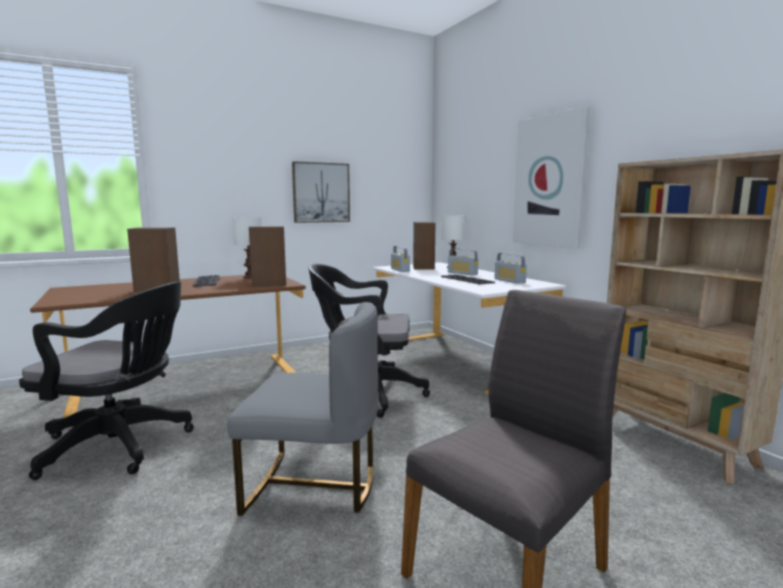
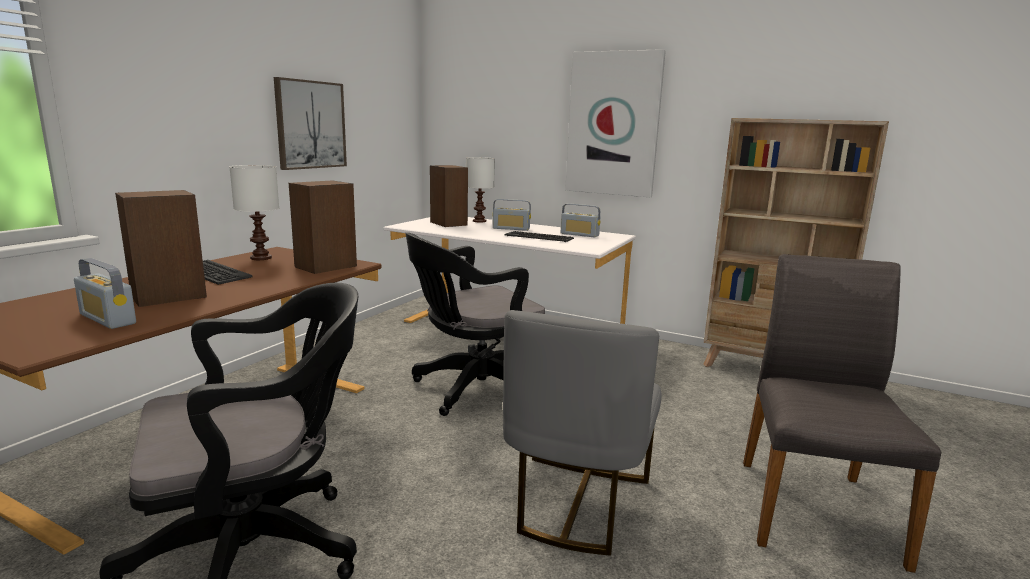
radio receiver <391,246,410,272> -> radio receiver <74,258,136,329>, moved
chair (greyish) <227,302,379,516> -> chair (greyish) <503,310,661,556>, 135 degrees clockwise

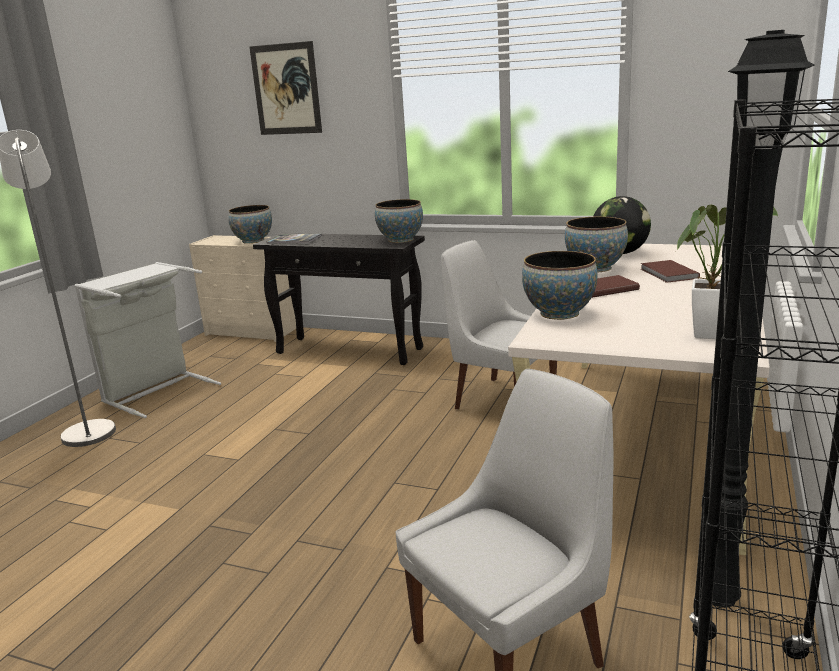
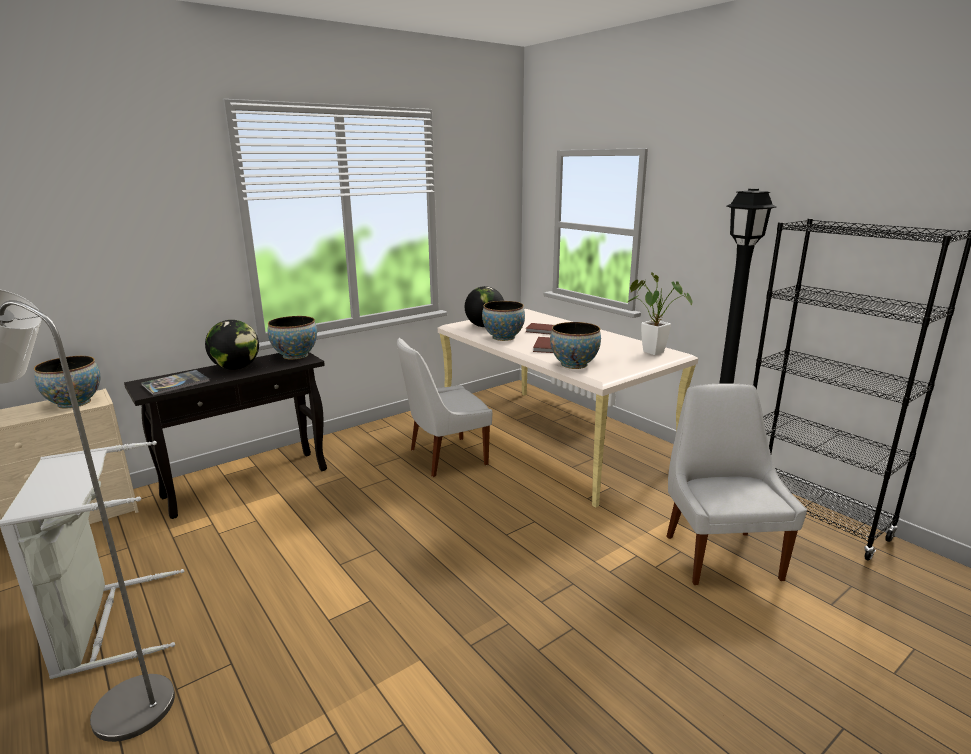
none -> desk globe <205,320,259,370>
picture <249,41,322,135> -> none

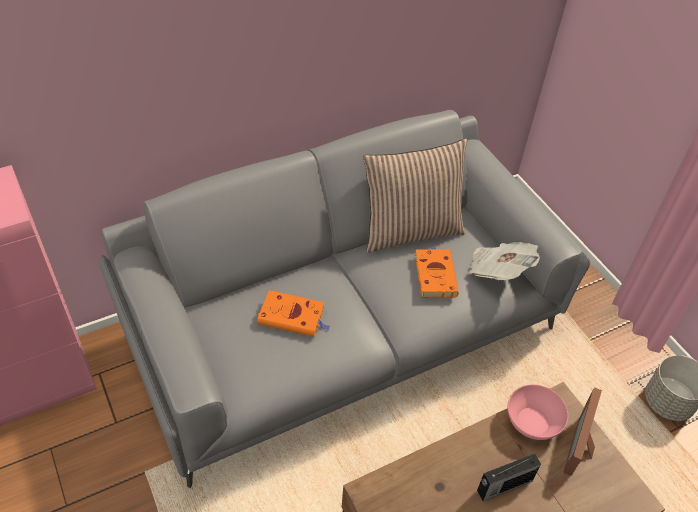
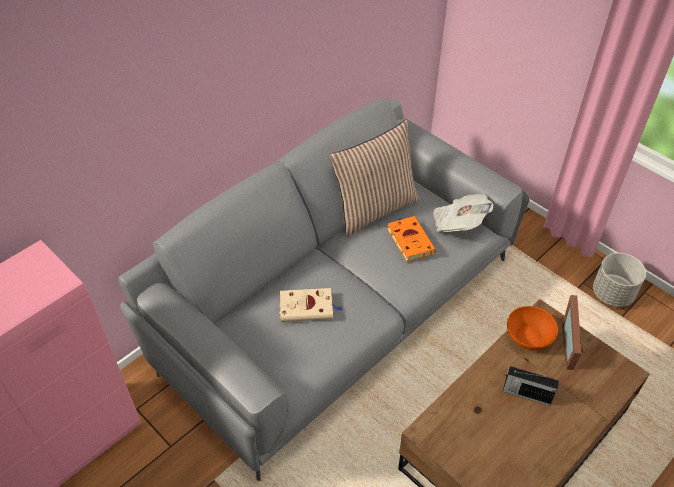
bound book (orange-coloured) <257,290,331,337> -> bound book (sand-coloured) <279,288,343,322>
radio receiver <477,454,541,501> -> radio receiver <503,366,559,406>, 60 degrees clockwise
deep dish (pink-coloured) <507,384,568,440> -> deep dish (orange-coloured) <507,306,558,350>

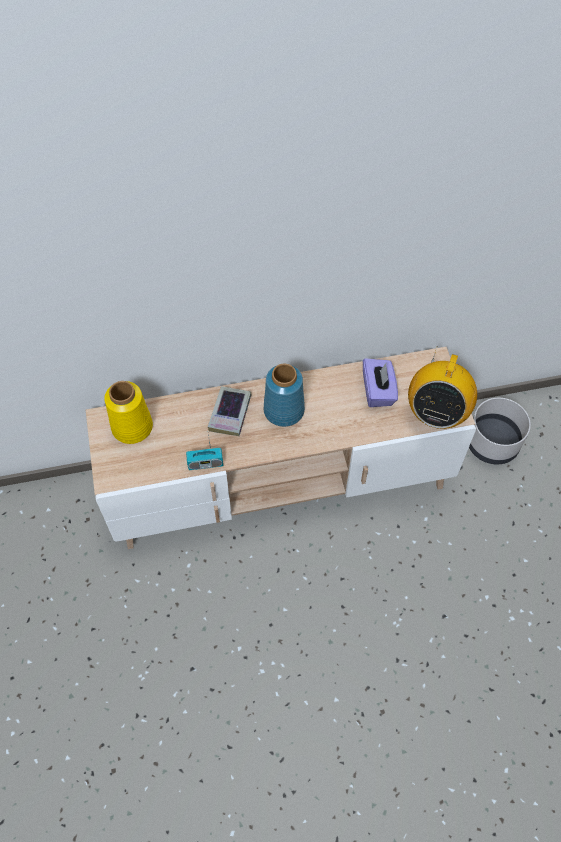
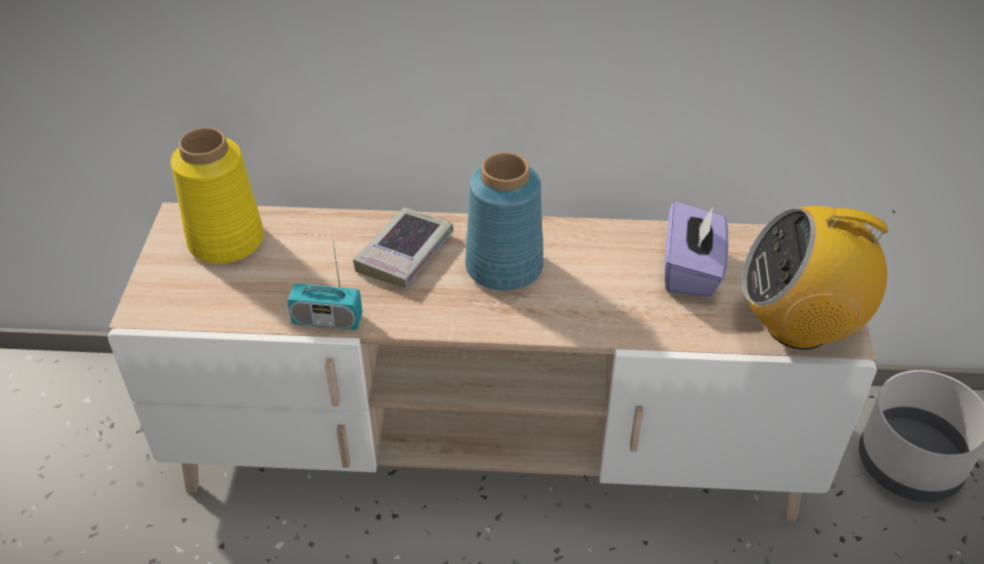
radio receiver <408,346,477,429> -> radio receiver <742,206,895,350>, 60 degrees clockwise

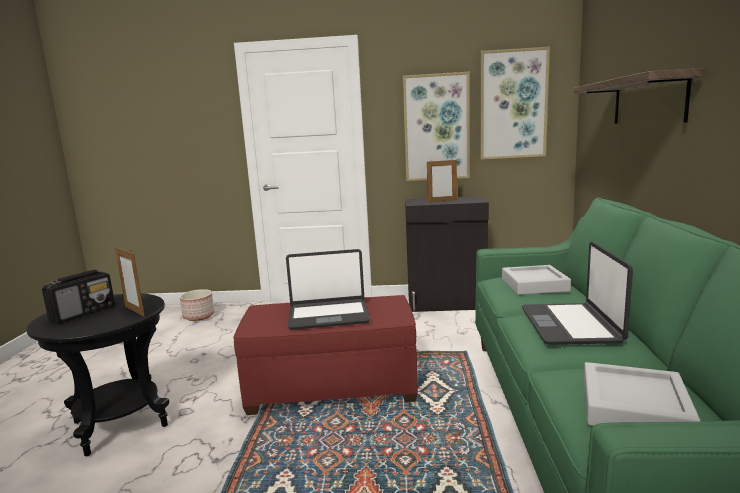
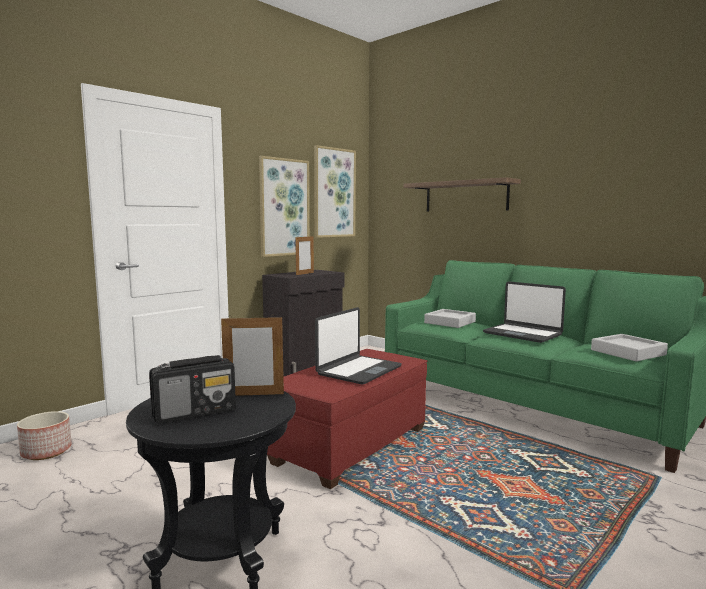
radio receiver <42,270,115,324> -> radio receiver <149,355,236,424>, 75 degrees clockwise

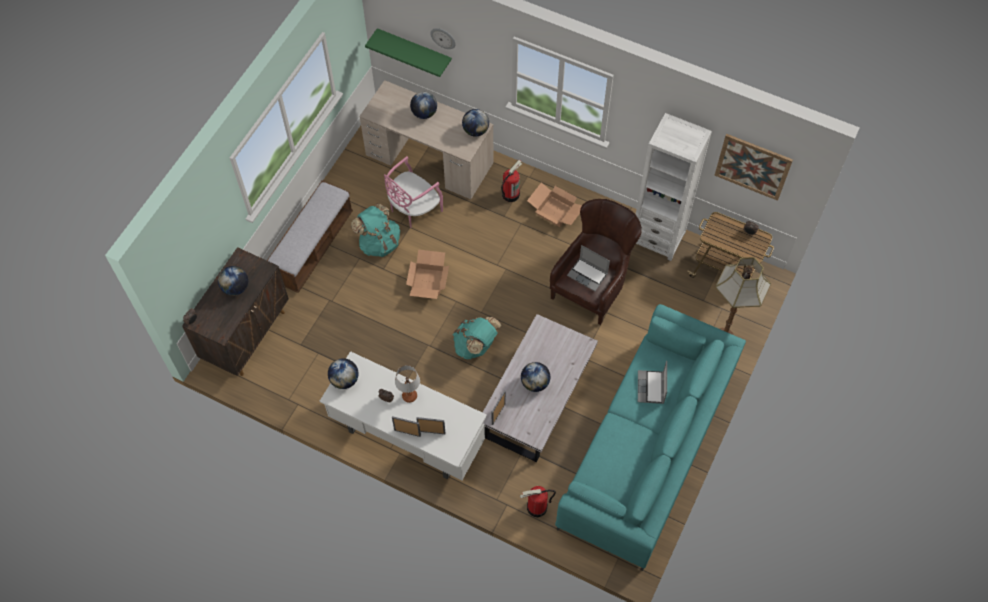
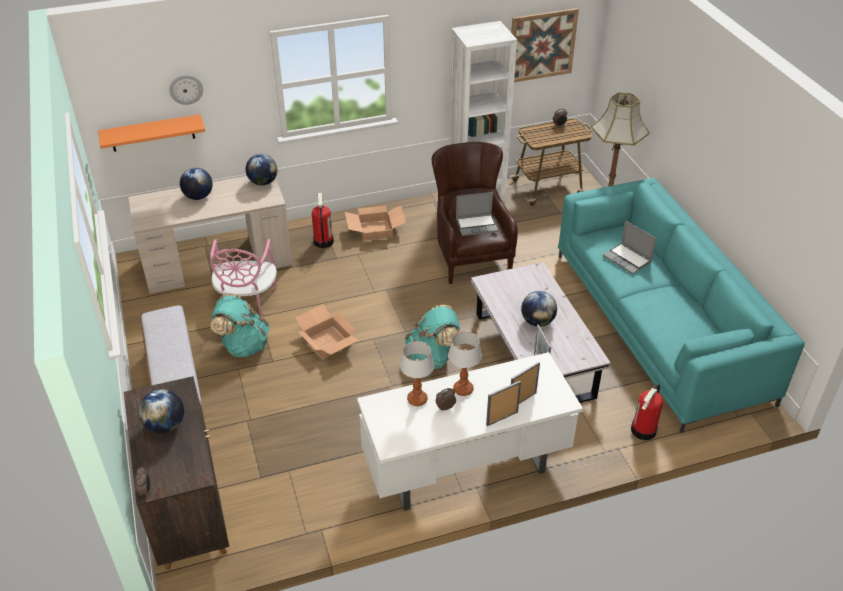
shelf (green-coloured) <365,28,452,77> -> shelf (orange-coloured) <98,114,205,152>
none -> lamp for a table <400,341,434,406>
desk globe <328,358,359,389> -> none

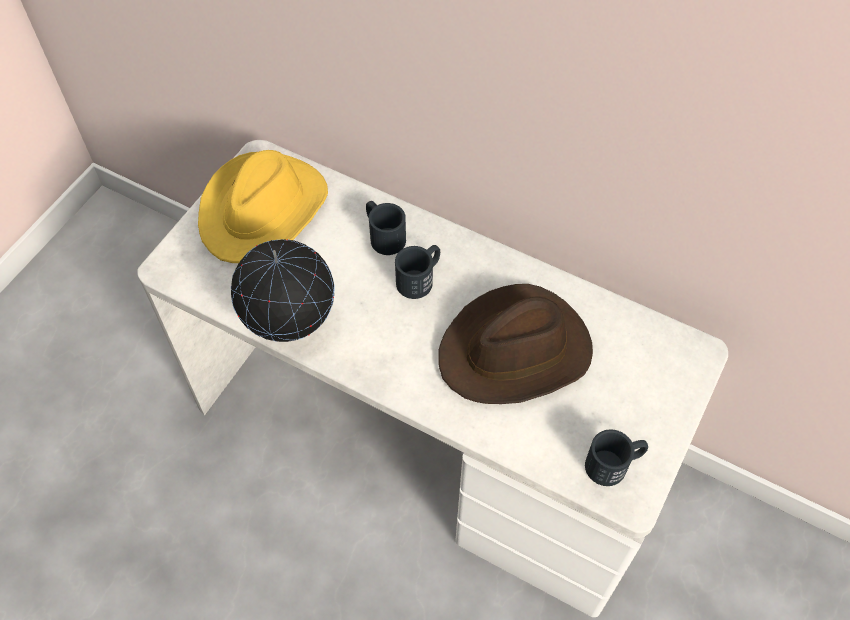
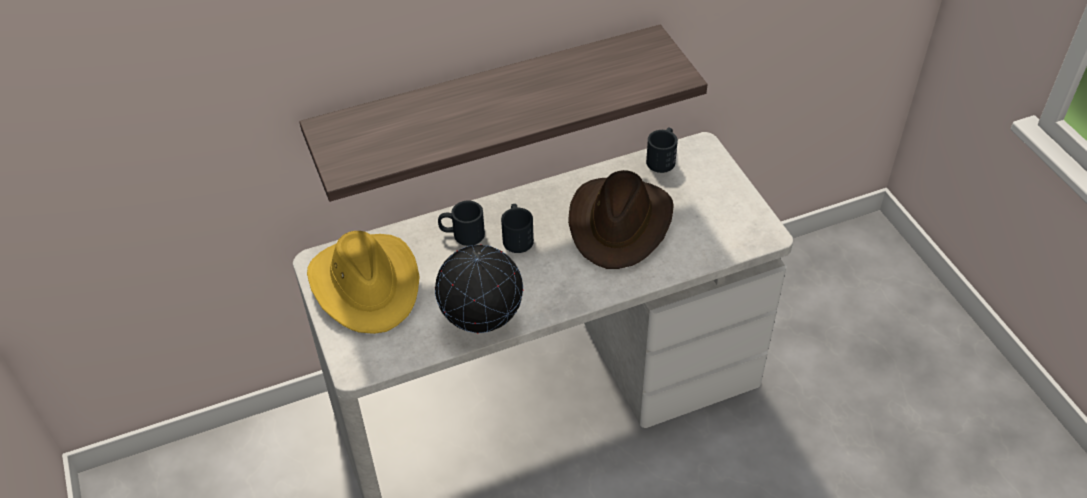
none -> shelf <299,25,708,202>
coffee mug (black) <585,429,648,486> -> coffee mug (black) <646,128,678,173>, moved

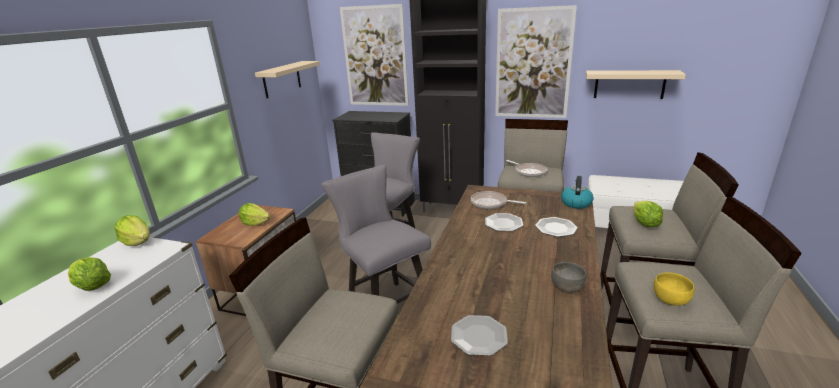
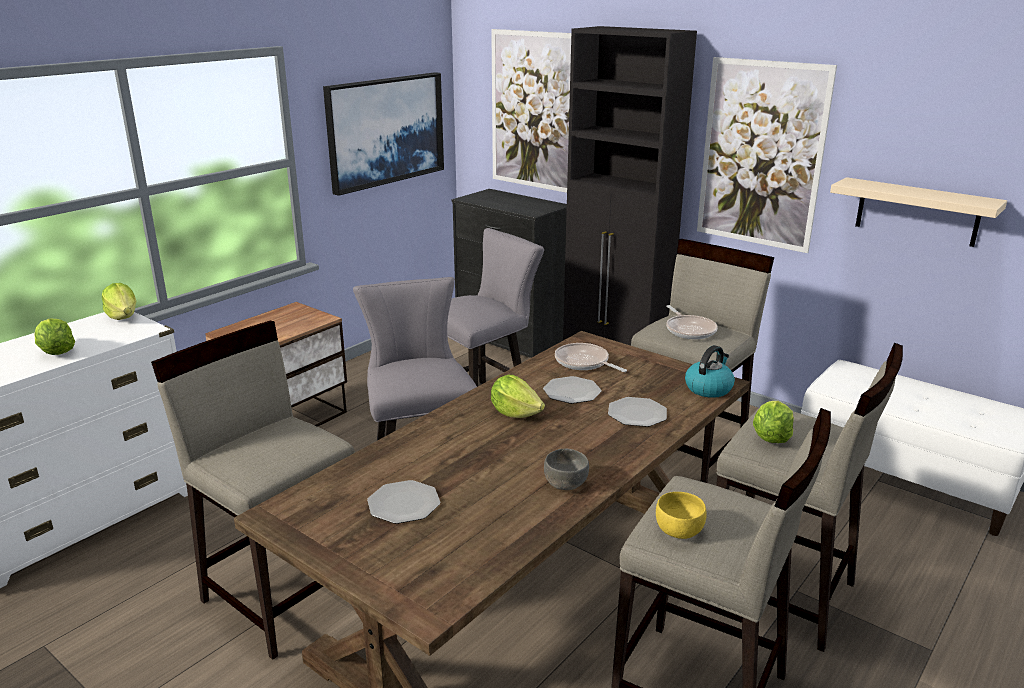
shelf (sand-coloured) <255,61,320,98> -> picture <323,72,444,196>
head of lettuce <239,203,271,226> -> head of lettuce <491,375,545,418>, moved

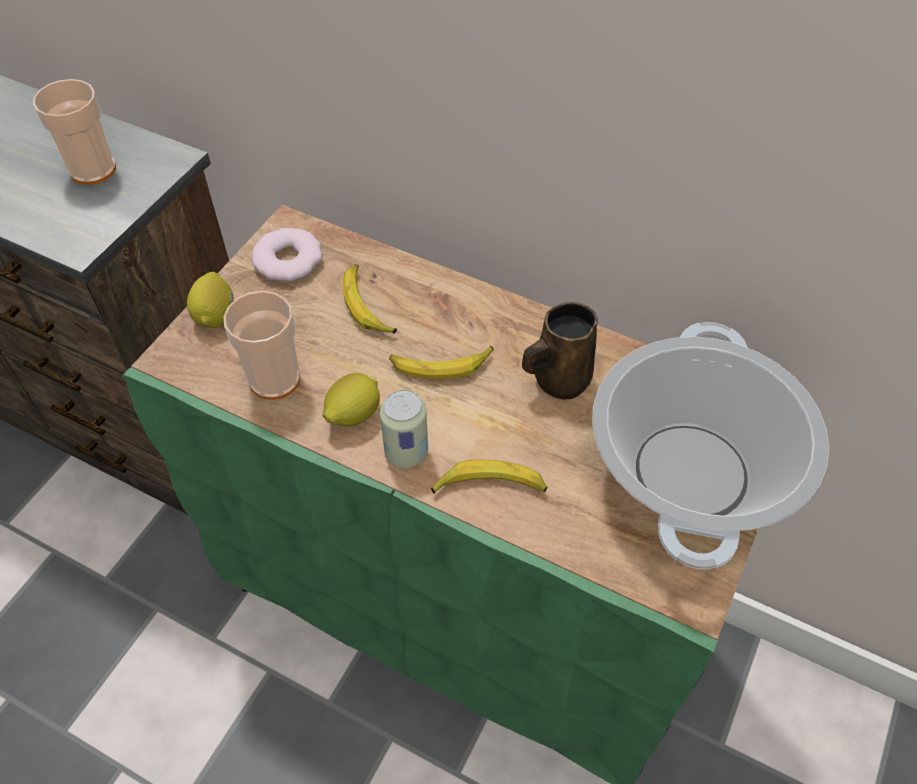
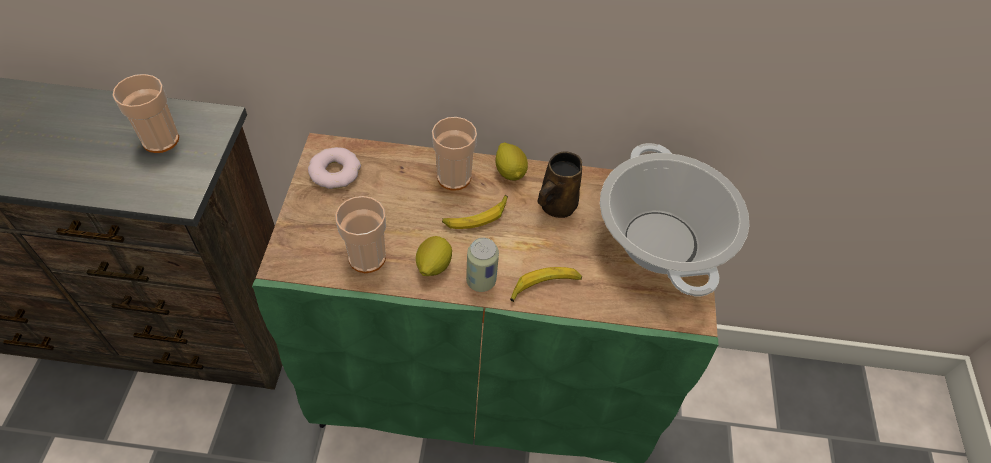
none -> small cup <432,117,477,191>
whole lemon <187,272,234,328> -> whole lemon <495,143,528,180>, moved
whole banana <343,264,397,334> -> none

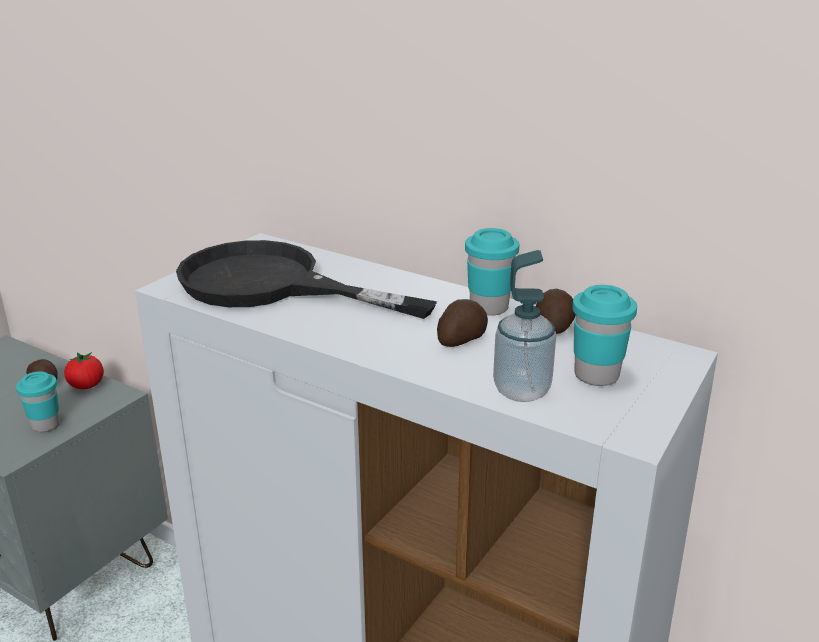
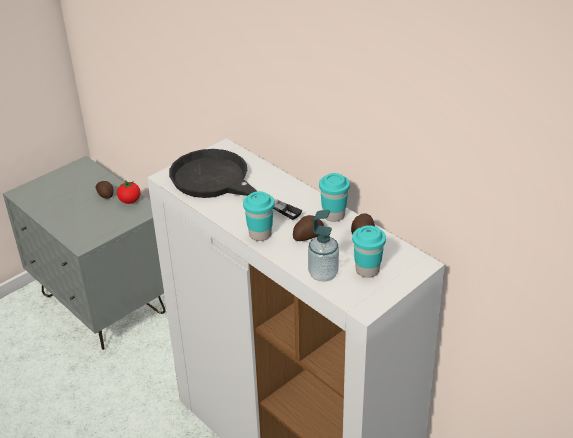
small cup (turquoise-coloured) <16,371,60,432> -> small cup (turquoise-coloured) <243,191,275,241>, moved

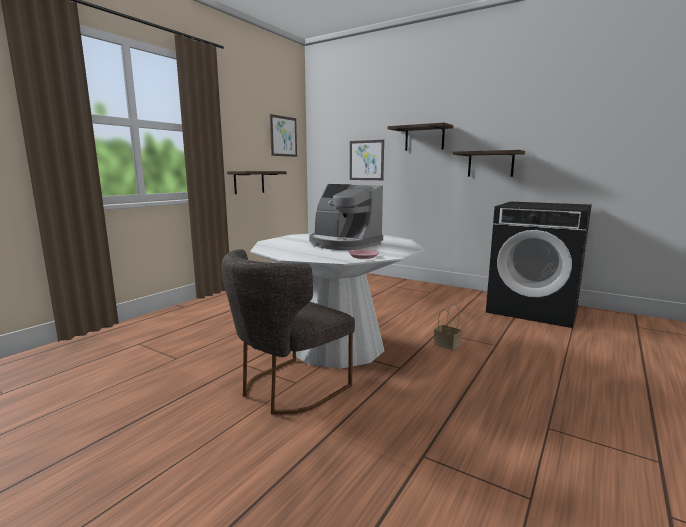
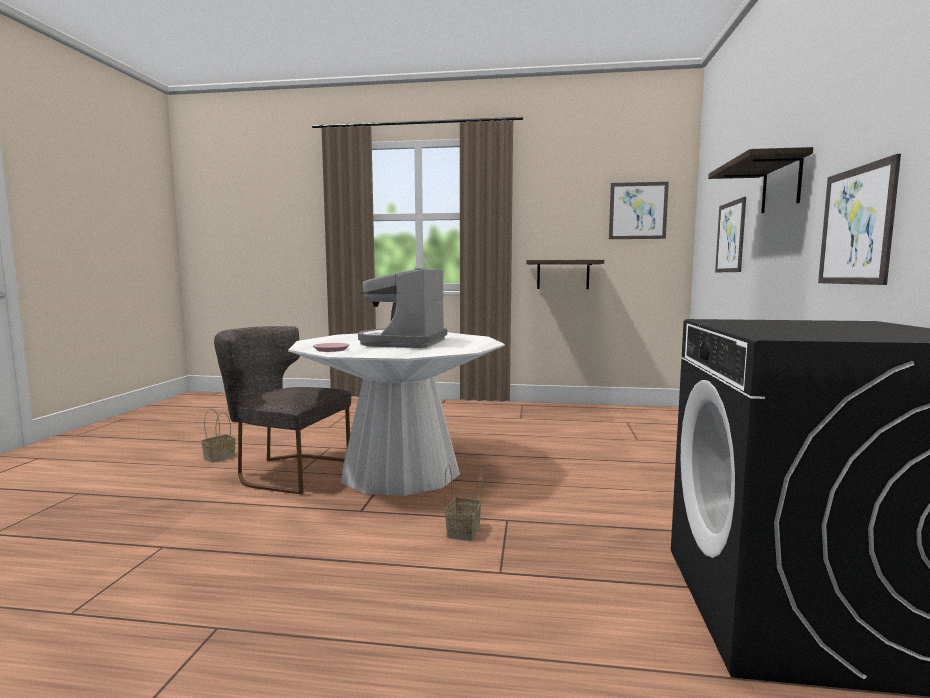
none -> basket <201,409,236,463>
shelf <452,150,525,177> -> picture <818,154,901,285>

